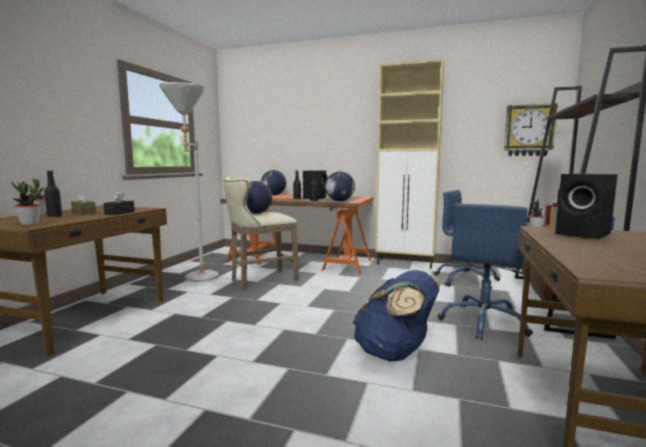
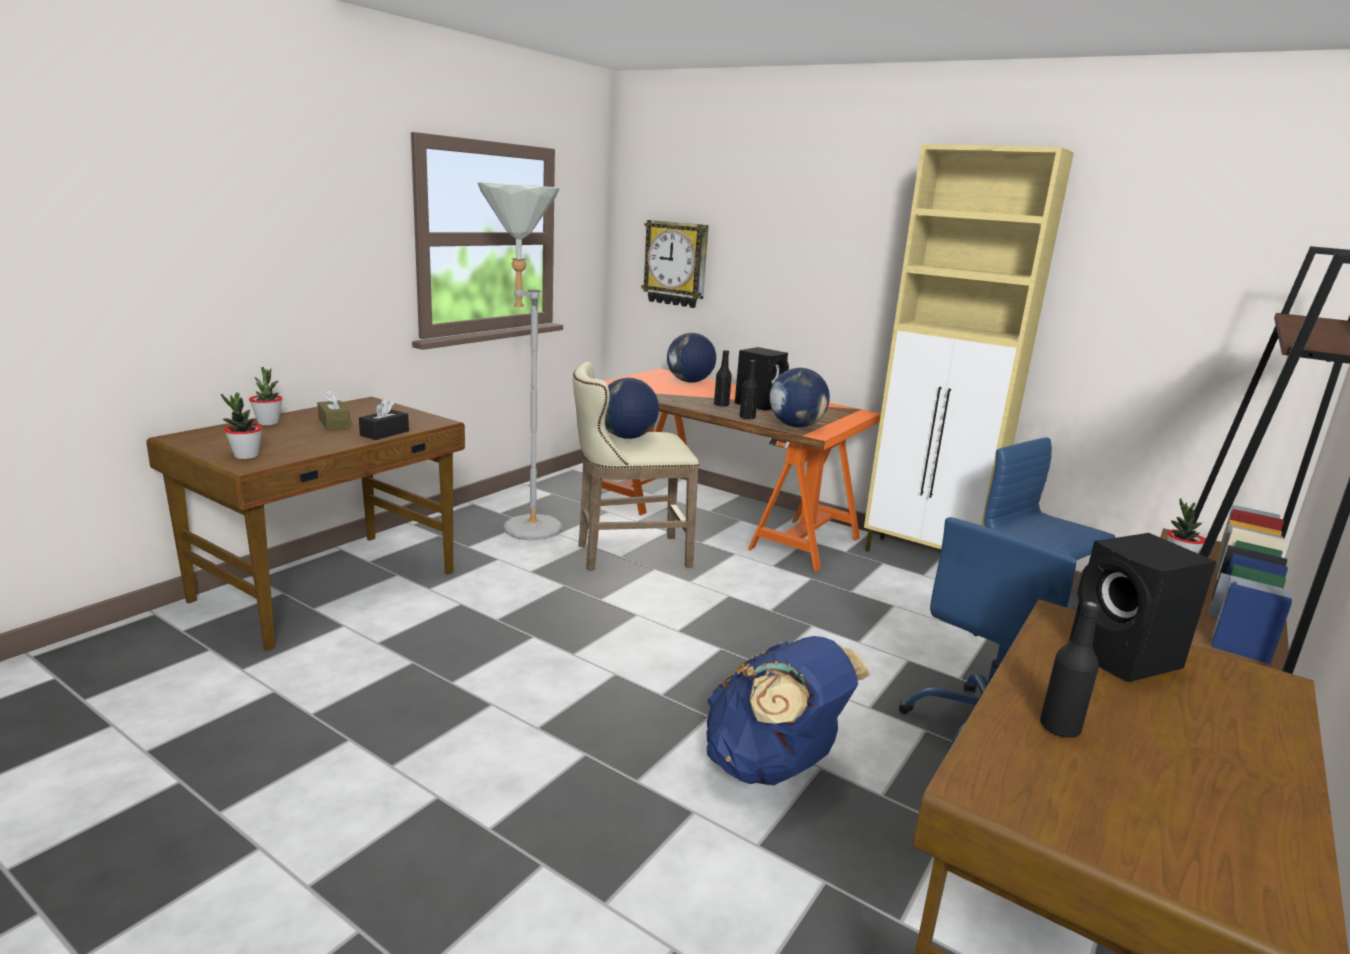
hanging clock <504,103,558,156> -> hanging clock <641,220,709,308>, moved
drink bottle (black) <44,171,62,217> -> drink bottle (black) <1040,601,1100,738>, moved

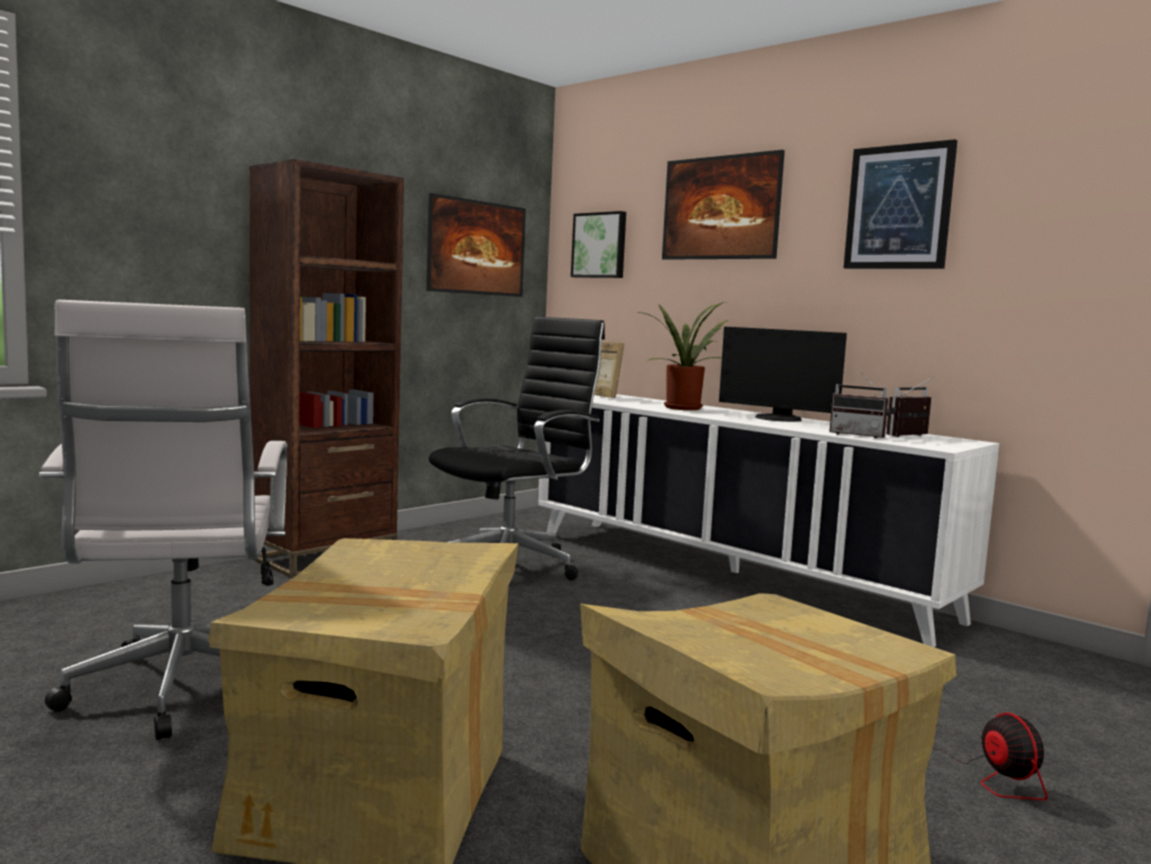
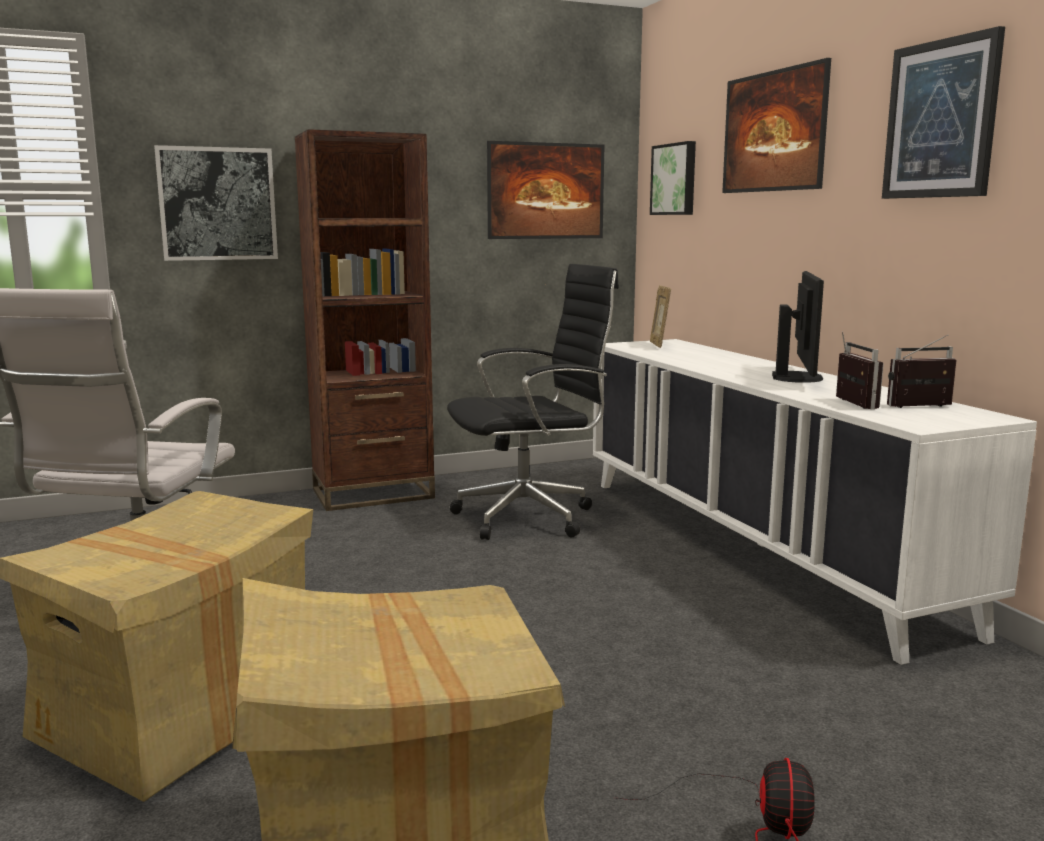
none -> picture <154,145,278,261>
monitor <719,327,847,422> -> monitor <772,271,824,383>, 135 degrees counterclockwise
radio receiver <829,372,889,438> -> radio receiver <836,331,884,409>, 150 degrees counterclockwise
plant in a pot <638,302,728,410> -> none

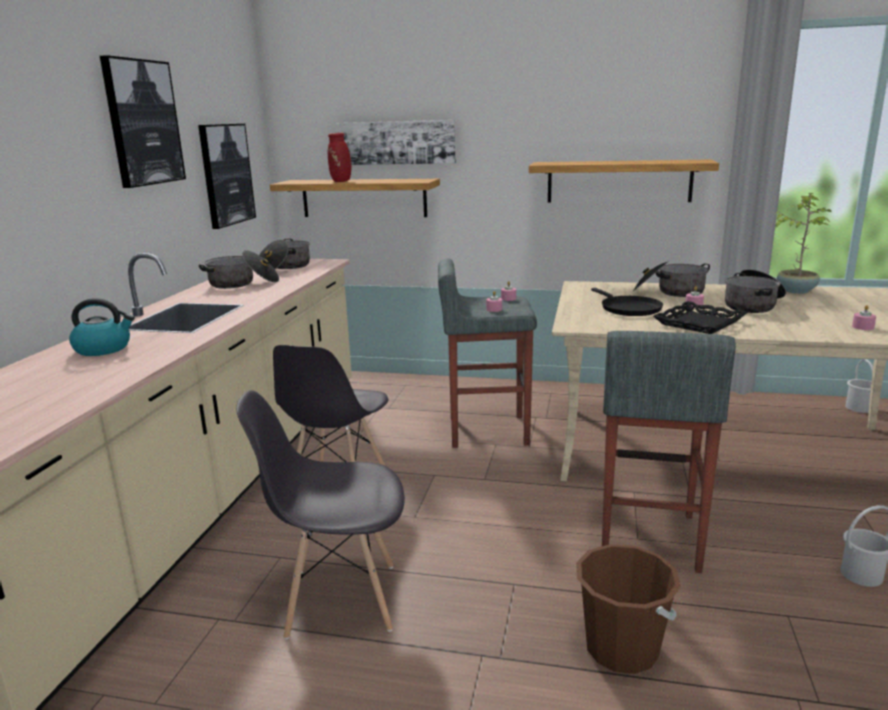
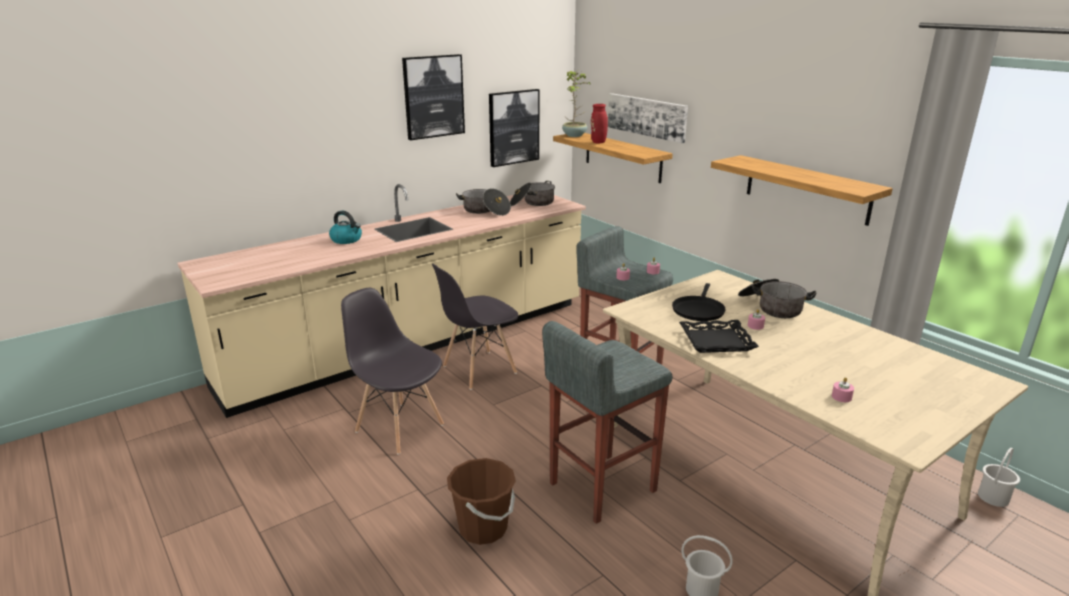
plant in a pot <775,193,831,294> -> plant in a pot <562,71,590,137>, moved
stockpot <725,269,786,313> -> none

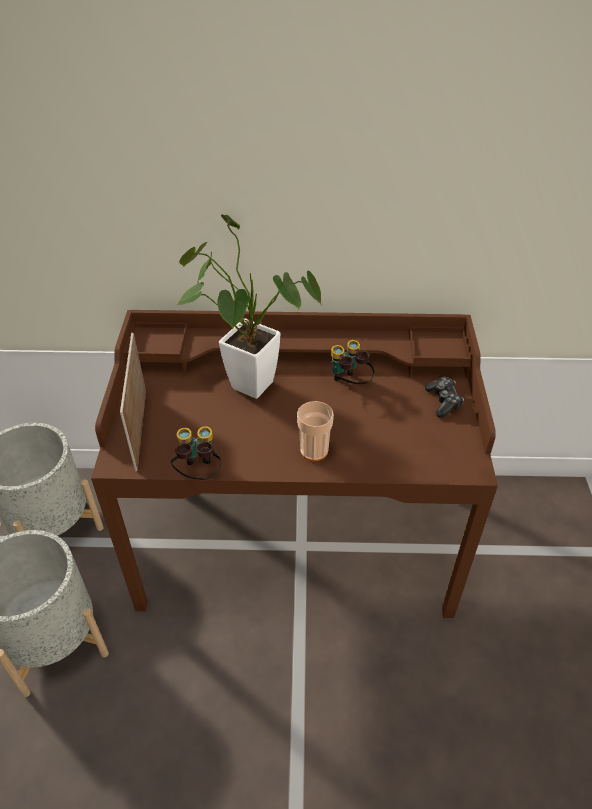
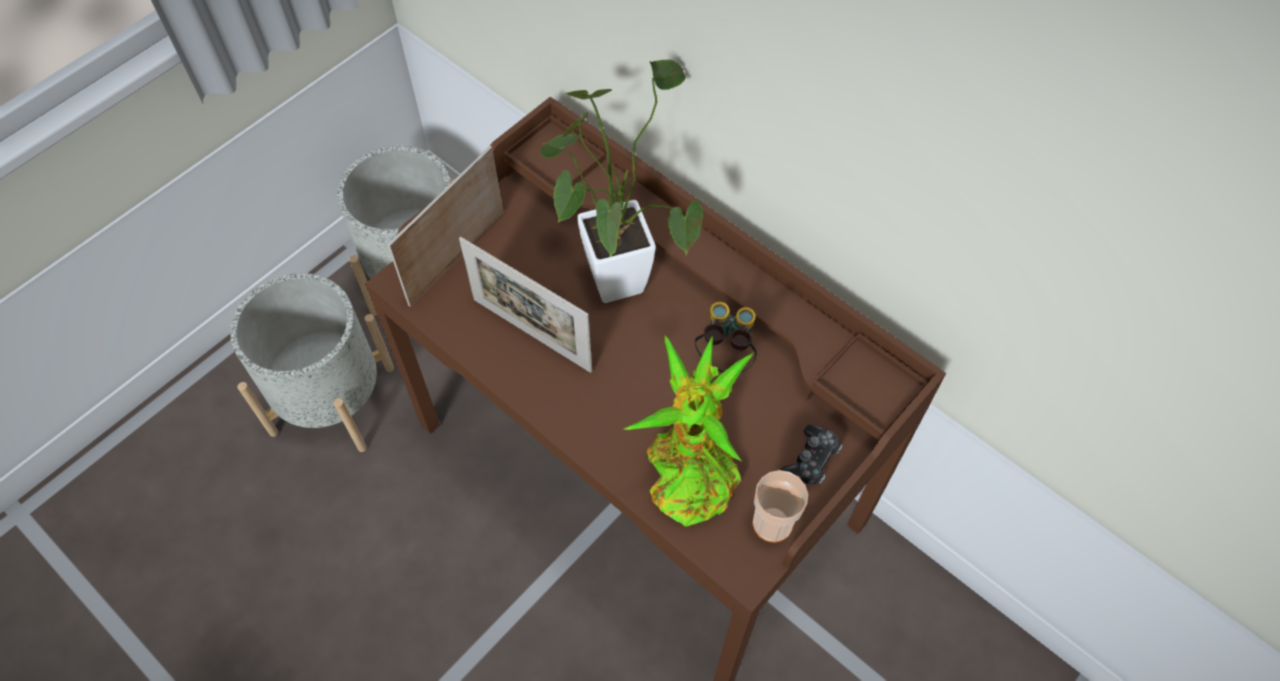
none -> standing frame <459,237,592,373>
none -> plant in a pot <624,336,754,527>
small cup <297,401,334,462> -> small cup <752,470,808,543>, moved
pair of binoculars <171,426,221,480> -> none

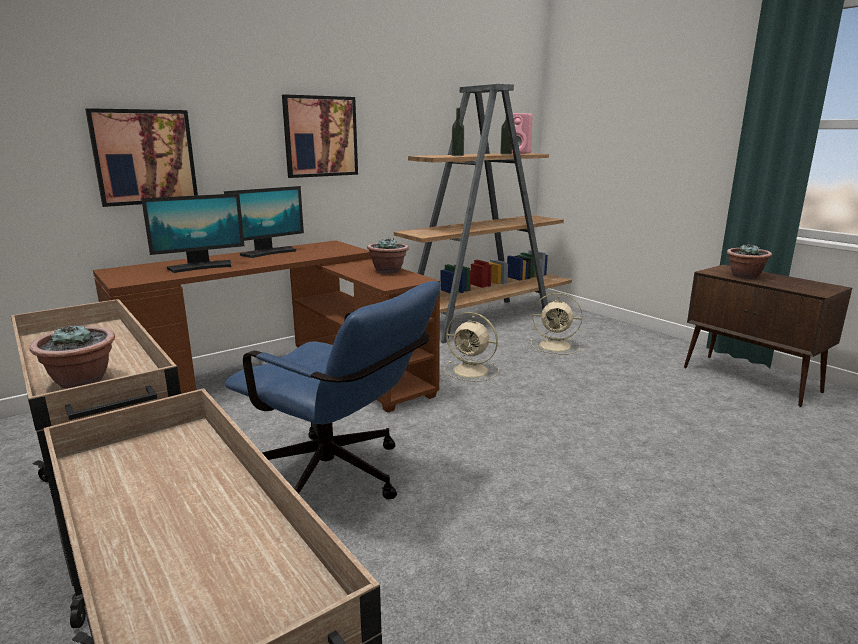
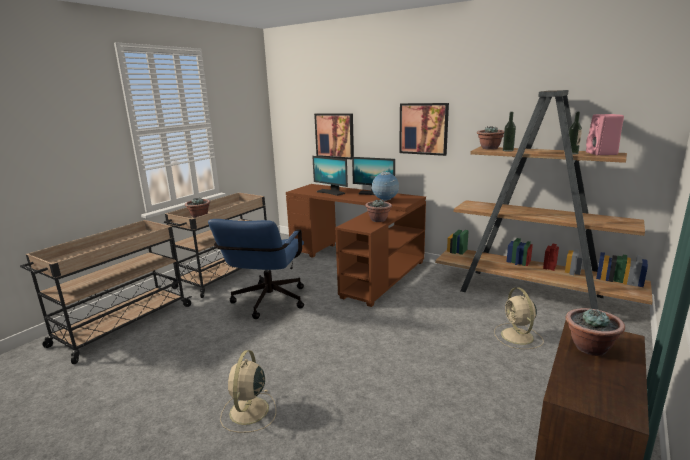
fan (sand-coloured) <444,312,499,382> -> fan (sand-coloured) <220,350,276,433>, moved
none -> desk globe <372,172,399,201>
none -> plant in a pot <477,126,504,150>

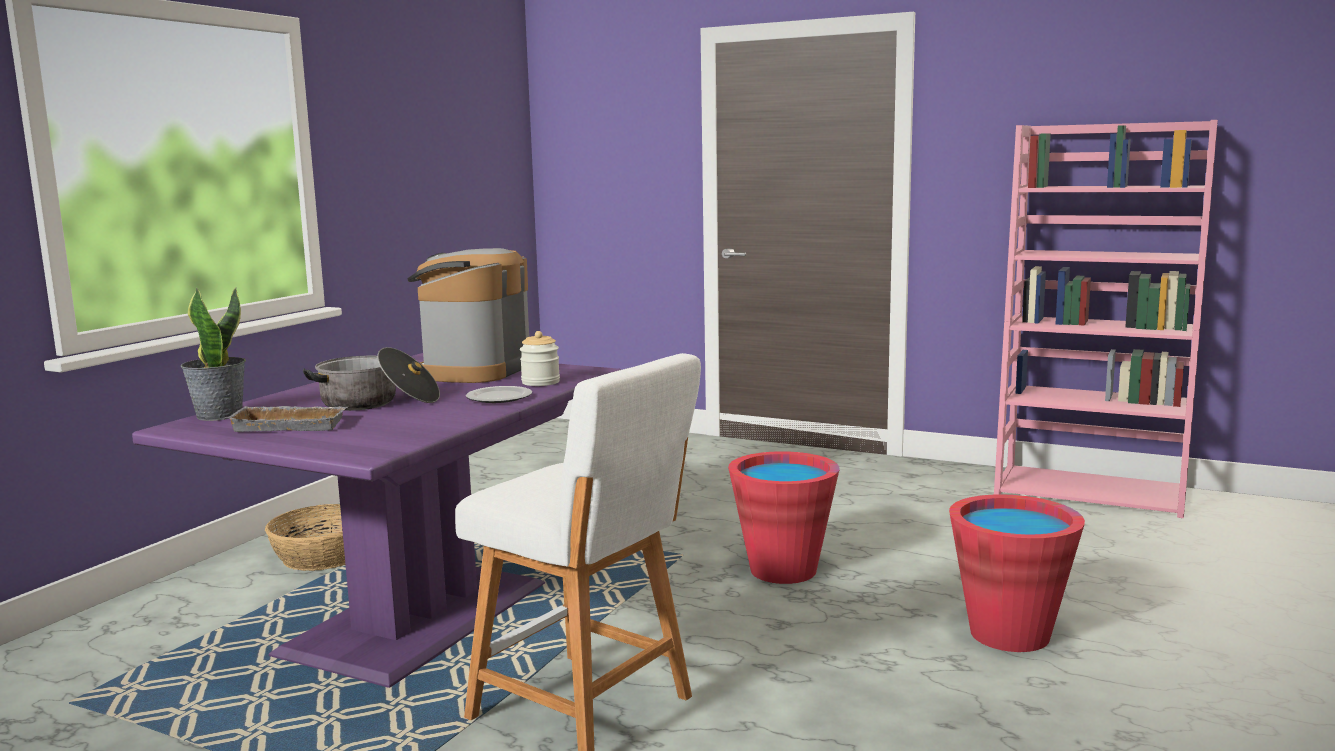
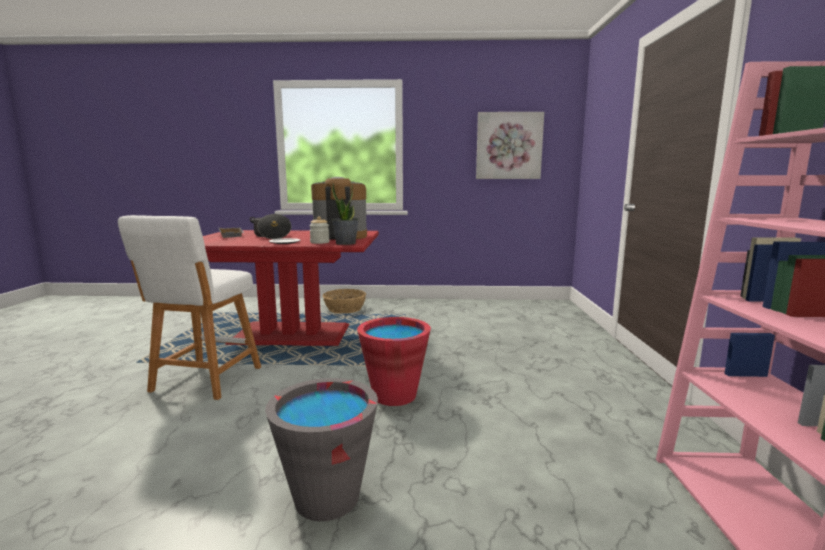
dining table (purplish) <132,353,622,688> -> dining table (reddish) <203,230,379,346>
water bucket (reddish) <949,494,1085,652> -> water bucket (greyish) <265,378,378,521>
plant in a pot <181,287,246,421> -> plant in a pot <332,184,359,245>, moved
none -> picture <476,112,544,179>

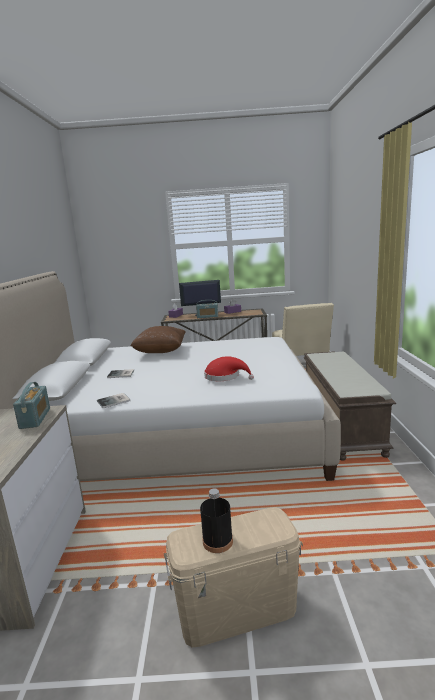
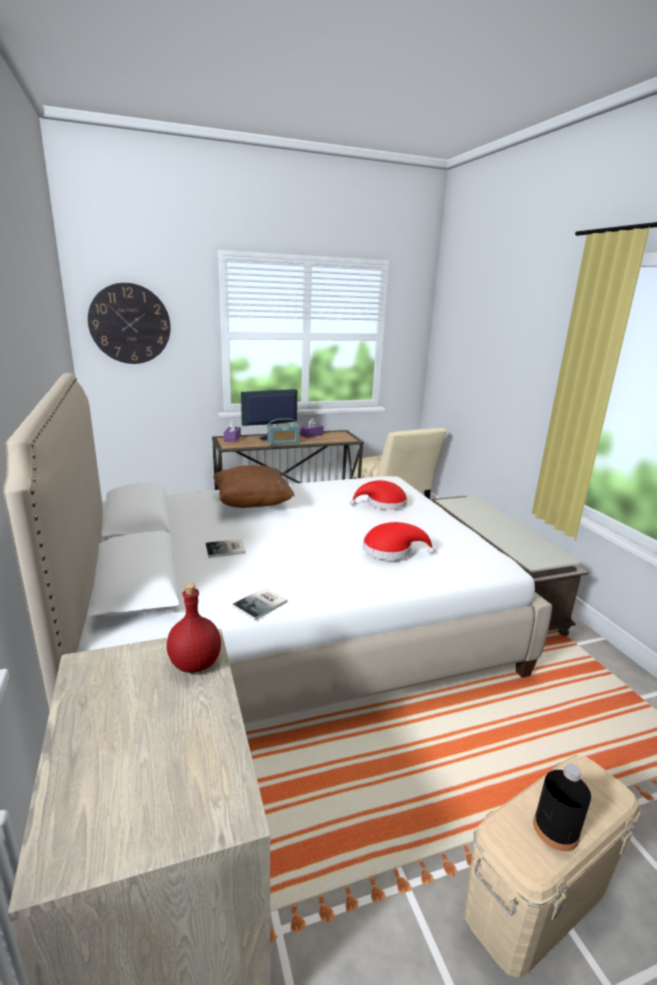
none -> hanging clock <88,283,171,364>
radio receiver <13,382,50,429> -> drink bottle (reddish) <167,583,221,673>
none -> hat (reddish) <350,480,408,510>

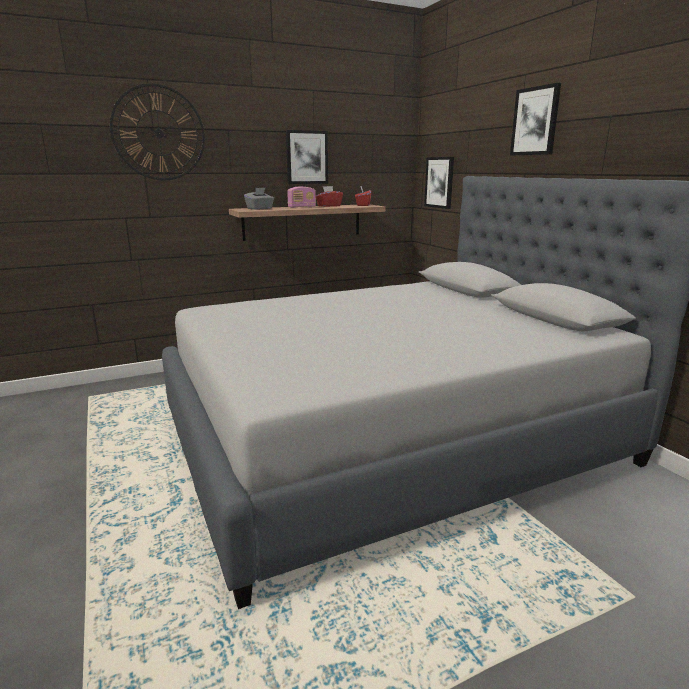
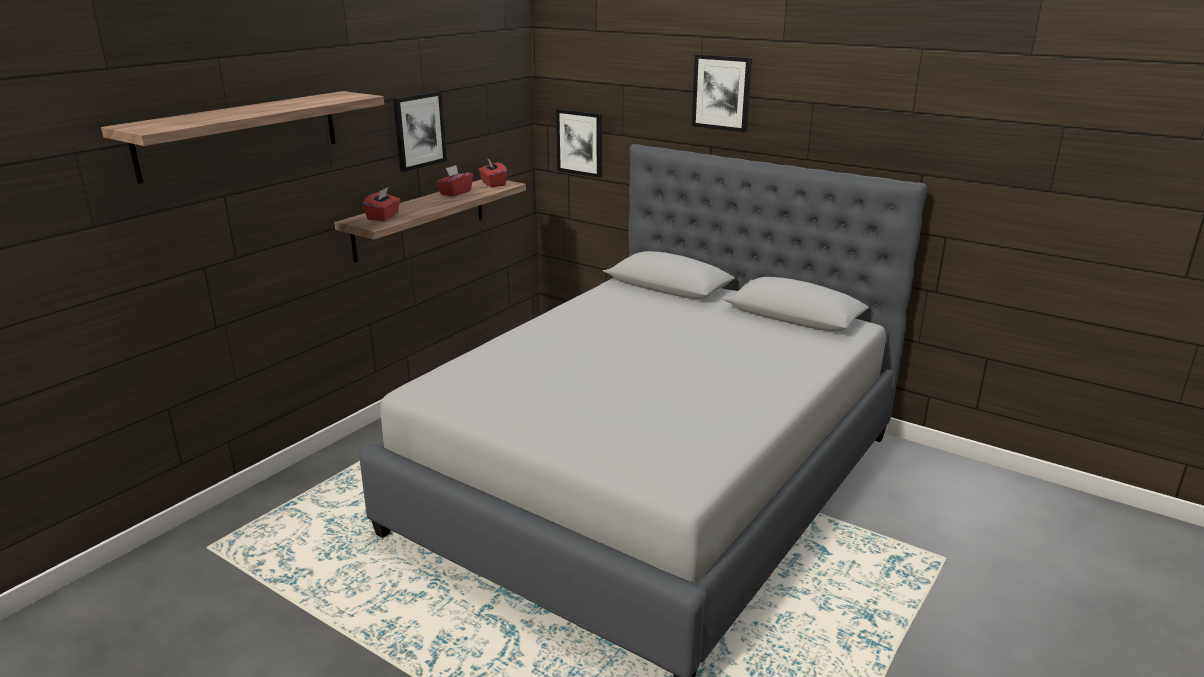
hanging clock <110,83,205,181> -> shelf <101,91,384,184>
box of tissues (greyish) <244,188,274,210> -> box of tissues (reddish) <362,187,400,221>
radio receiver <287,187,316,208> -> none

